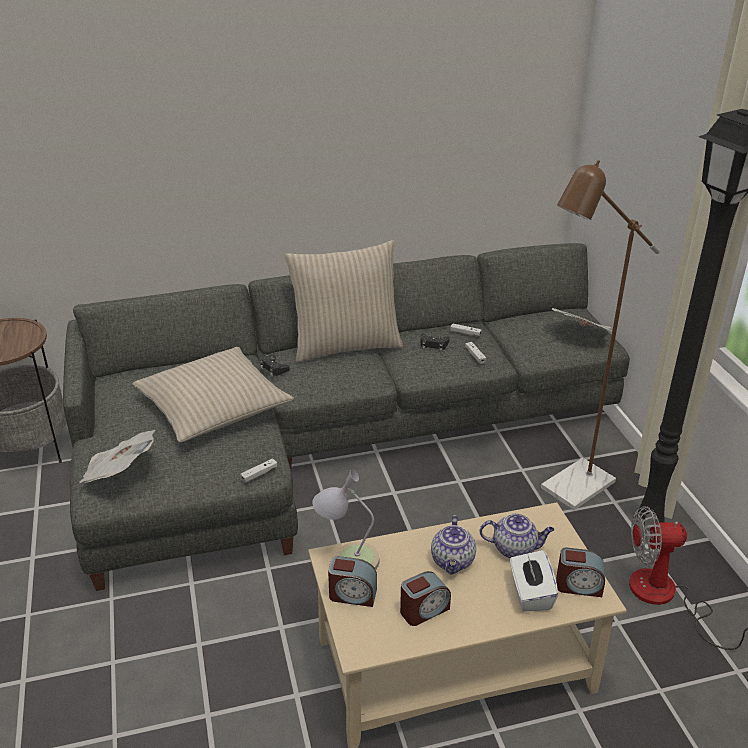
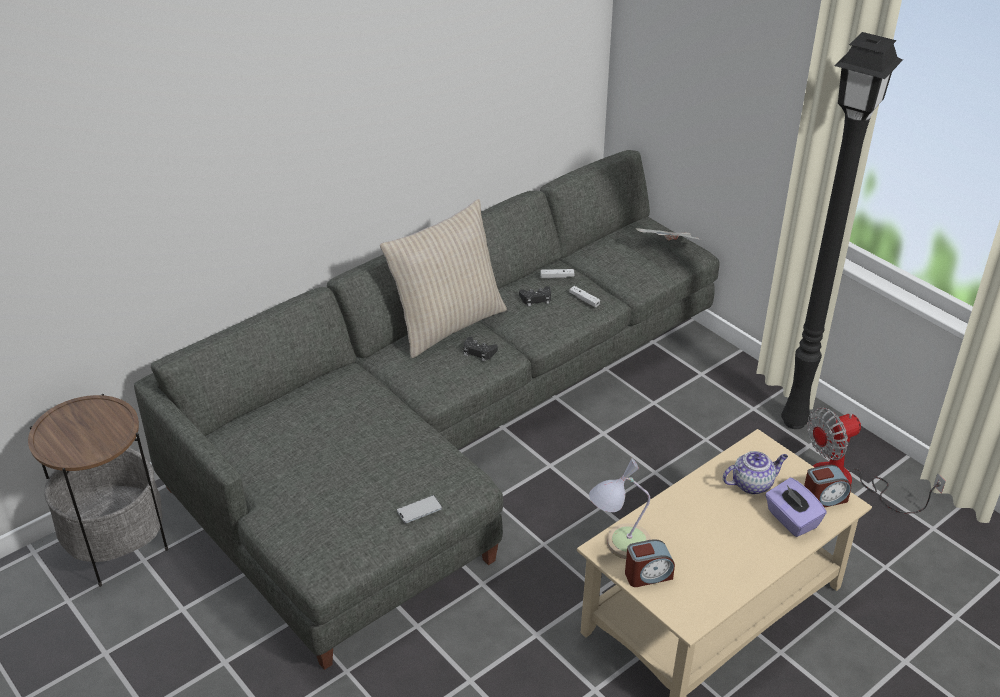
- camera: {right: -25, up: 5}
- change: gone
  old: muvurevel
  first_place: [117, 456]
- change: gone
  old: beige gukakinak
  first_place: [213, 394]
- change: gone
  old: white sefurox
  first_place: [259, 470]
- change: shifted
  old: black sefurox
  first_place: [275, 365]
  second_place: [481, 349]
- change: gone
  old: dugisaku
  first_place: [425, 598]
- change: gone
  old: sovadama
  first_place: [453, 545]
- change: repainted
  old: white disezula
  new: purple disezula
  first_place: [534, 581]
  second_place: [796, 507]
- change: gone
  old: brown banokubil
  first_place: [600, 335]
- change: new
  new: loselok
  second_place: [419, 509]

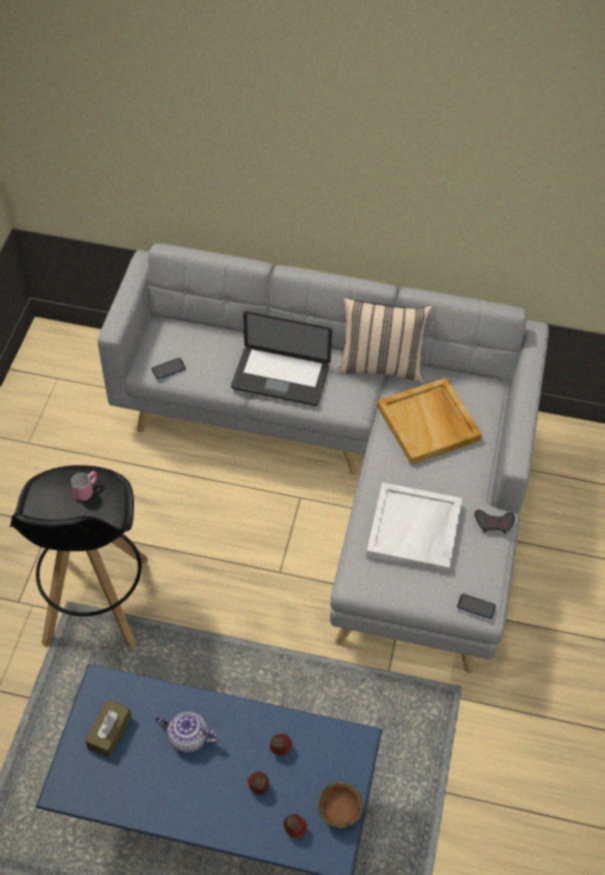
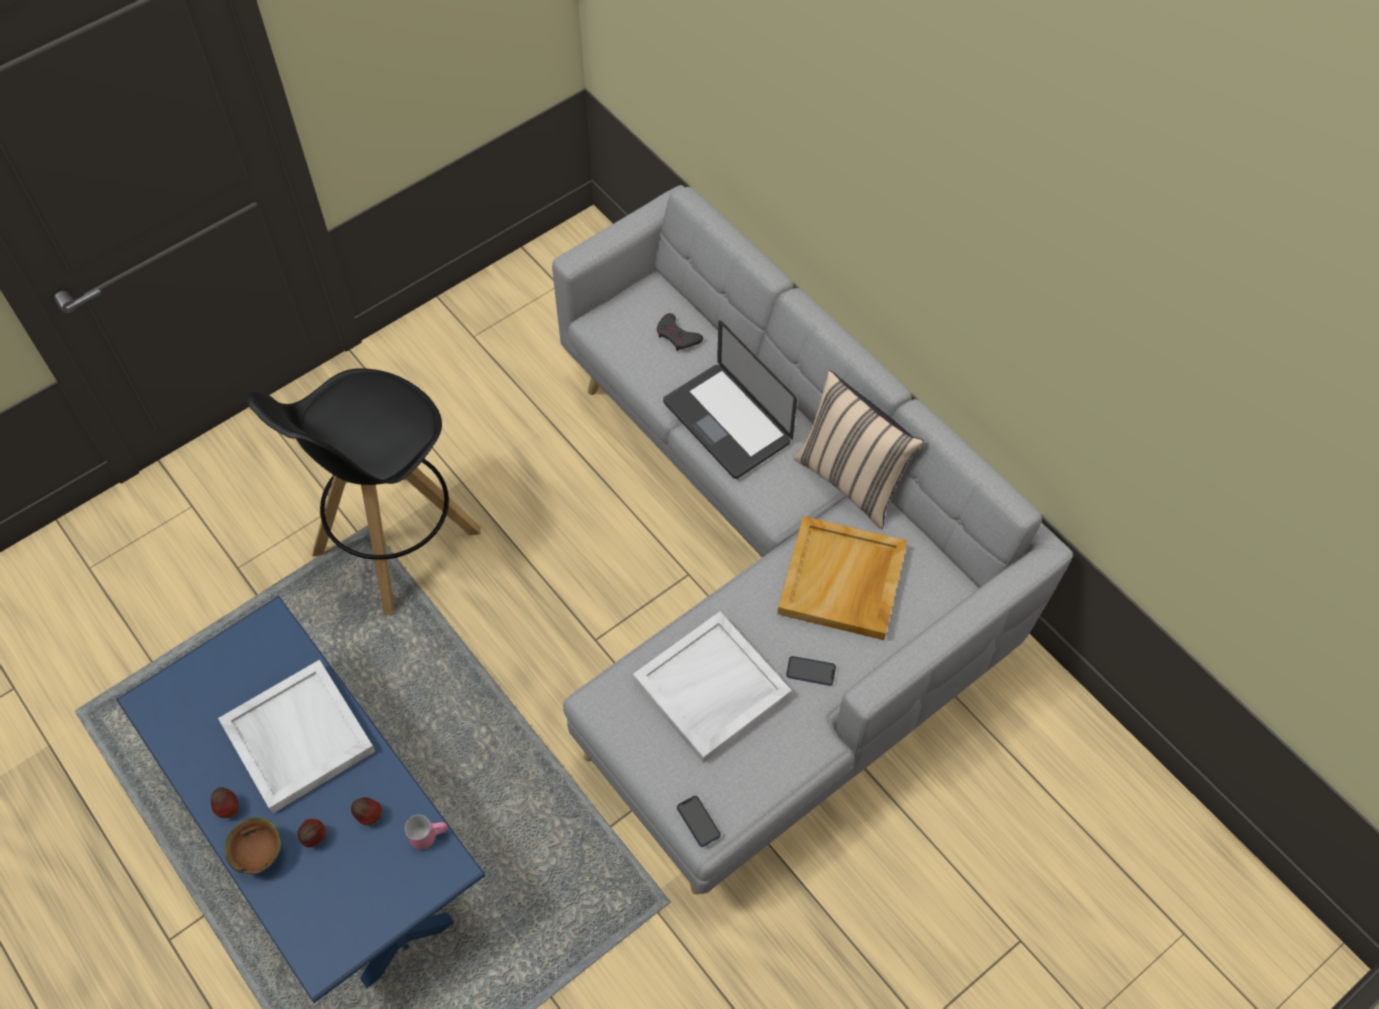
- camera: {right: 40, up: 5}
- change: shifted
  old: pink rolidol
  first_place: [84, 486]
  second_place: [426, 832]
- change: gone
  old: brown disezula
  first_place: [108, 728]
- change: shifted
  old: loselok
  first_place: [169, 369]
  second_place: [811, 671]
- change: swapped
  old: sovadama
  new: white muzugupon
  first_place: [187, 732]
  second_place: [297, 736]
- change: shifted
  old: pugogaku
  first_place: [295, 826]
  second_place: [225, 802]
- change: shifted
  old: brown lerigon
  first_place: [340, 805]
  second_place: [252, 846]
- change: shifted
  old: grey sefurox
  first_place: [495, 522]
  second_place: [680, 332]

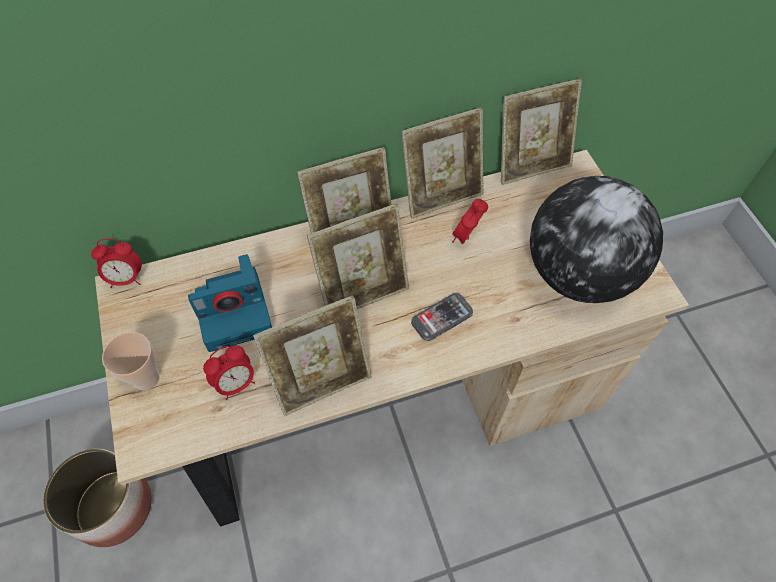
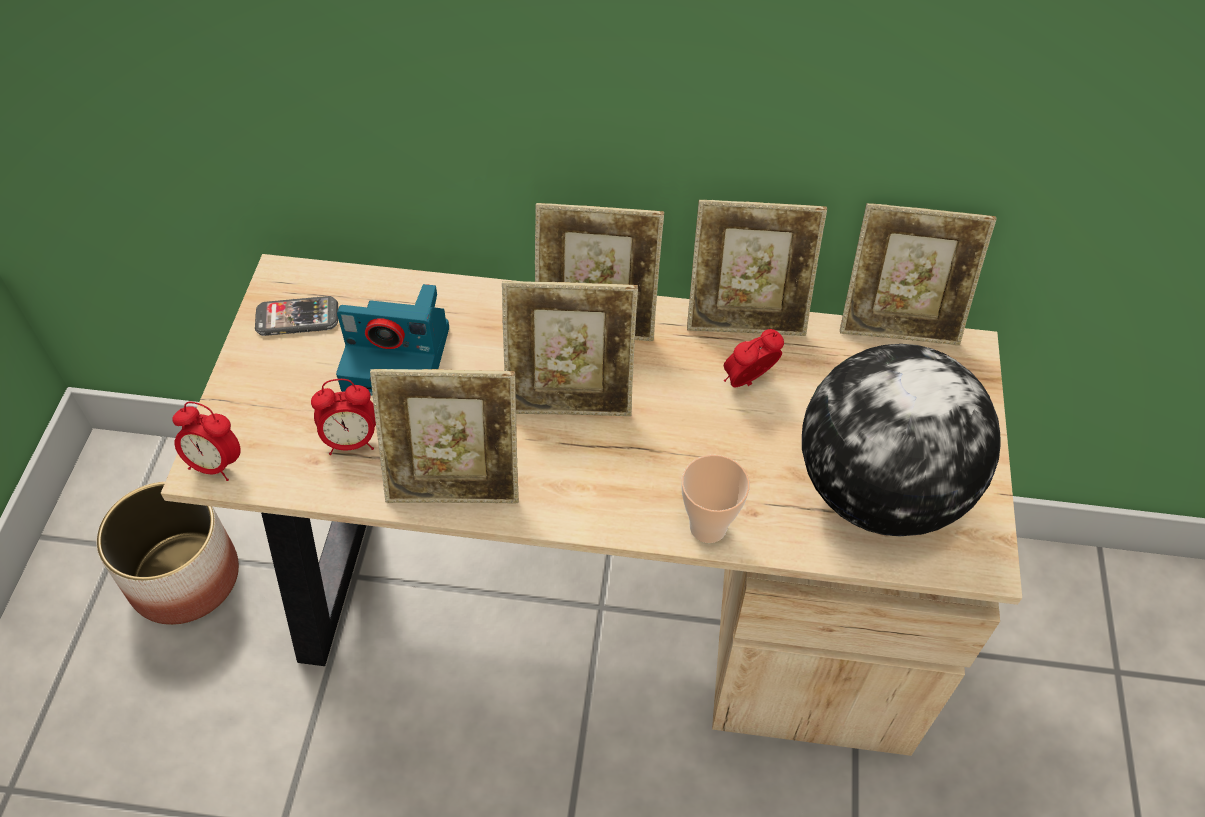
- camera: {right: 25, up: -5}
- change: shifted
  old: dugisaku
  first_place: [116, 263]
  second_place: [206, 441]
- change: shifted
  old: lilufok
  first_place: [131, 361]
  second_place: [716, 499]
- change: shifted
  old: loselok
  first_place: [442, 317]
  second_place: [296, 316]

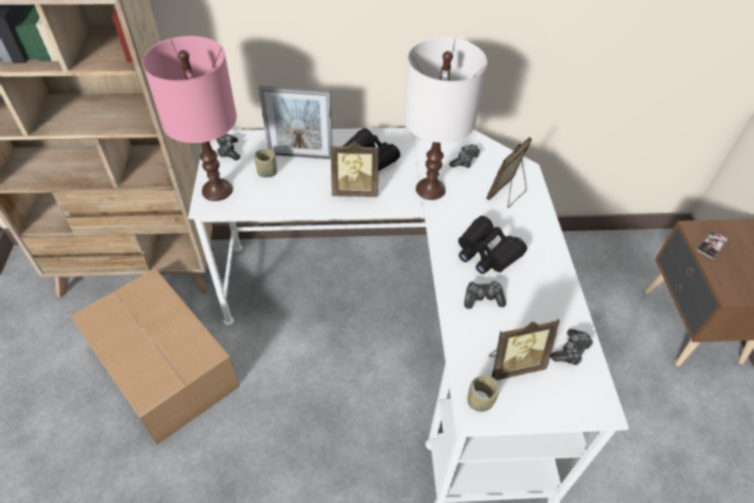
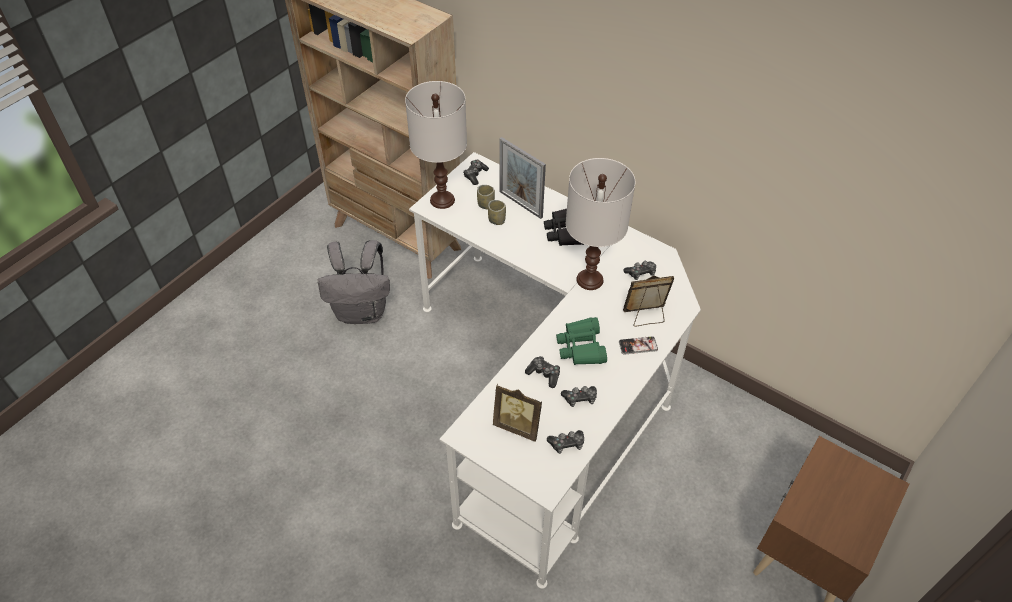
- camera: {right: 40, up: 0}
- change: swapped
  old: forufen
  new: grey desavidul
  first_place: [154, 356]
  second_place: [353, 282]
- change: repainted
  old: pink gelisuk
  new: white gelisuk
  first_place: [189, 118]
  second_place: [436, 145]
- change: gone
  old: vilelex
  first_place: [355, 169]
- change: repainted
  old: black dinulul
  new: green dinulul
  first_place: [492, 245]
  second_place: [581, 341]
- change: shifted
  old: lilufok
  first_place: [483, 393]
  second_place: [497, 212]
- change: shifted
  old: loselok
  first_place: [712, 245]
  second_place: [638, 345]
- change: new
  new: sefurox
  second_place: [579, 396]

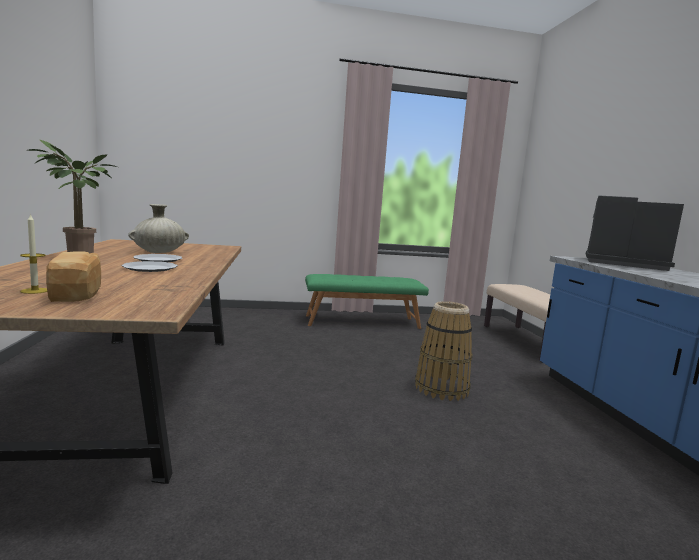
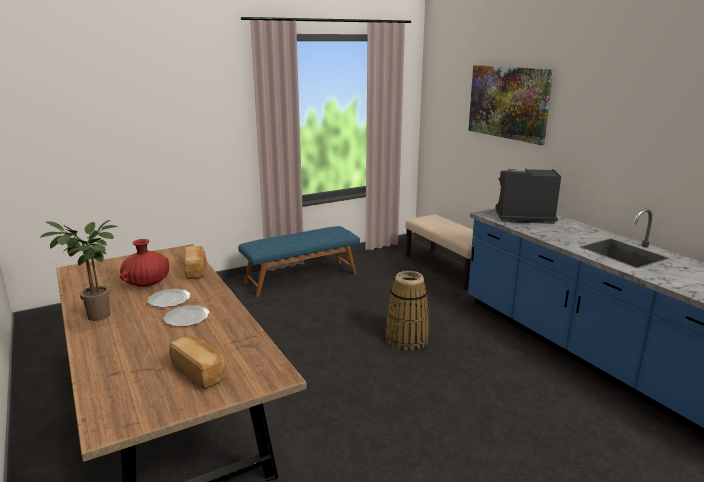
- camera: {right: -20, up: 10}
- change: gone
  old: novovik
  first_place: [33, 253]
- change: repainted
  old: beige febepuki
  new: red febepuki
  first_place: [158, 228]
  second_place: [144, 263]
- change: repainted
  old: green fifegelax
  new: blue fifegelax
  first_place: [367, 301]
  second_place: [299, 261]
- change: new
  new: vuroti
  second_place: [195, 263]
- change: new
  new: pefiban
  second_place: [510, 105]

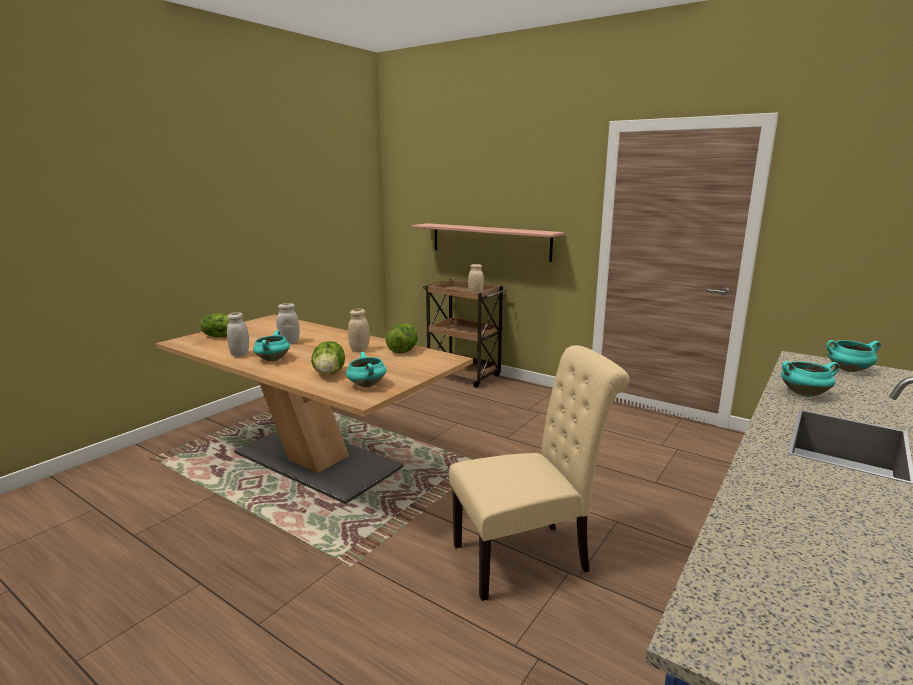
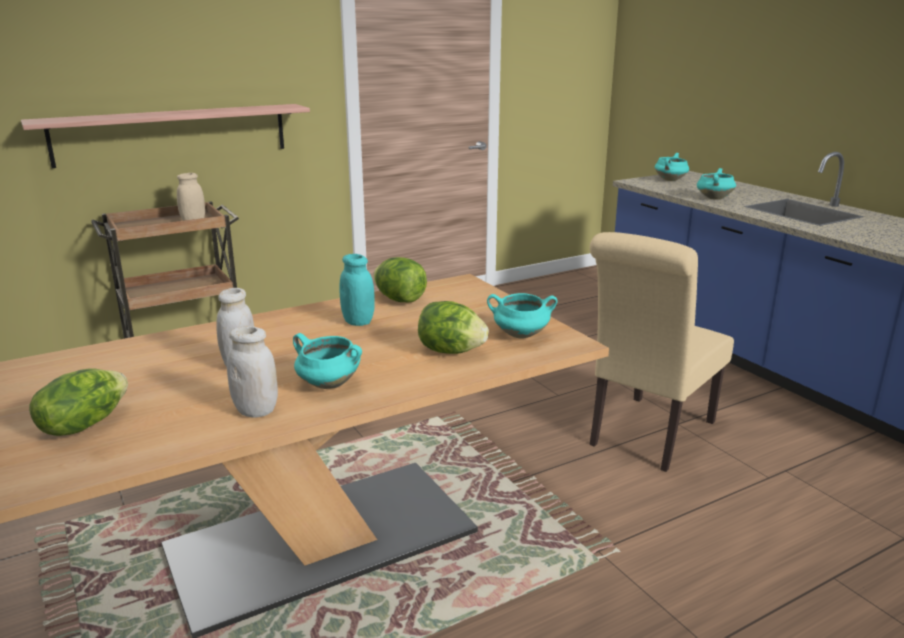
- camera: {right: -65, up: 5}
- change: repainted
  old: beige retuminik
  new: turquoise retuminik
  first_place: [358, 330]
  second_place: [357, 290]
- change: rotated
  old: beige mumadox
  first_place: [539, 473]
  second_place: [661, 352]
  degrees: -150

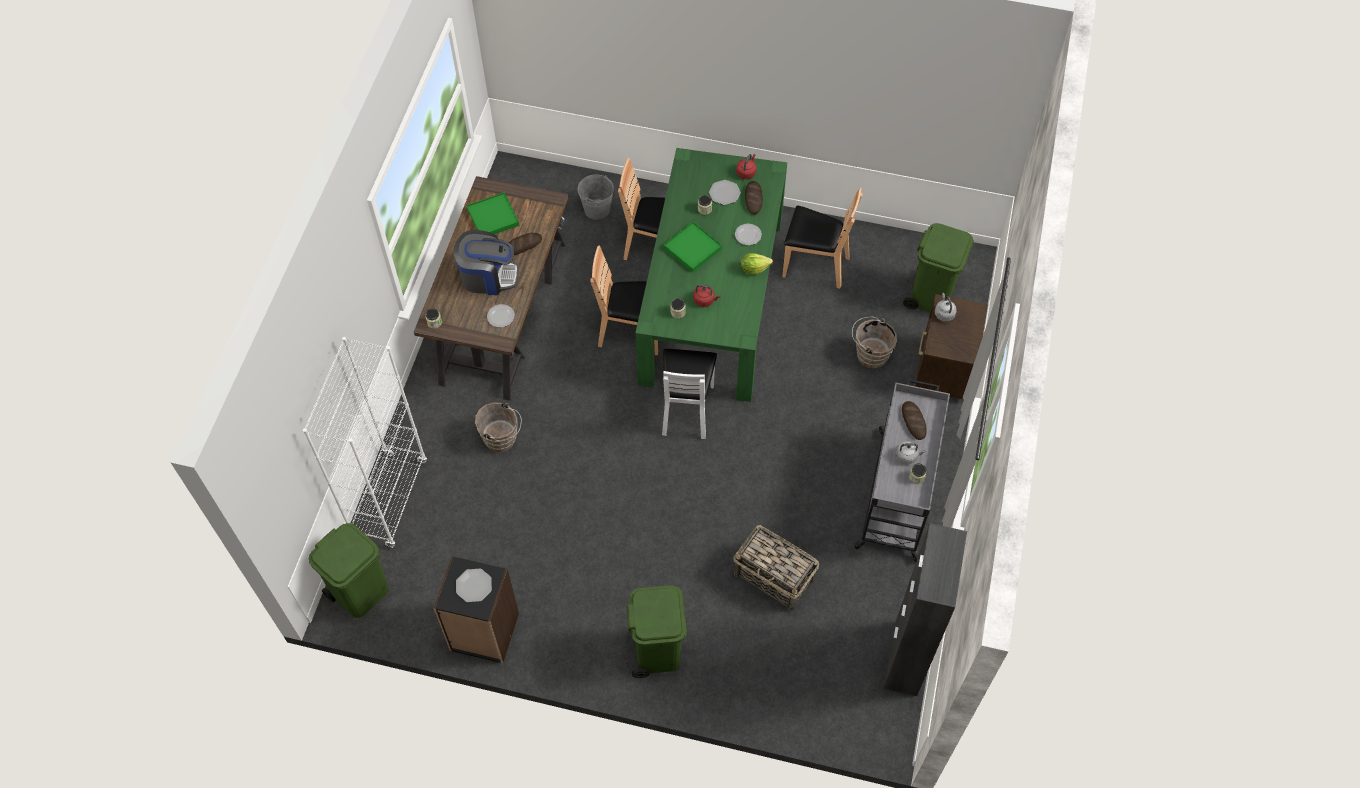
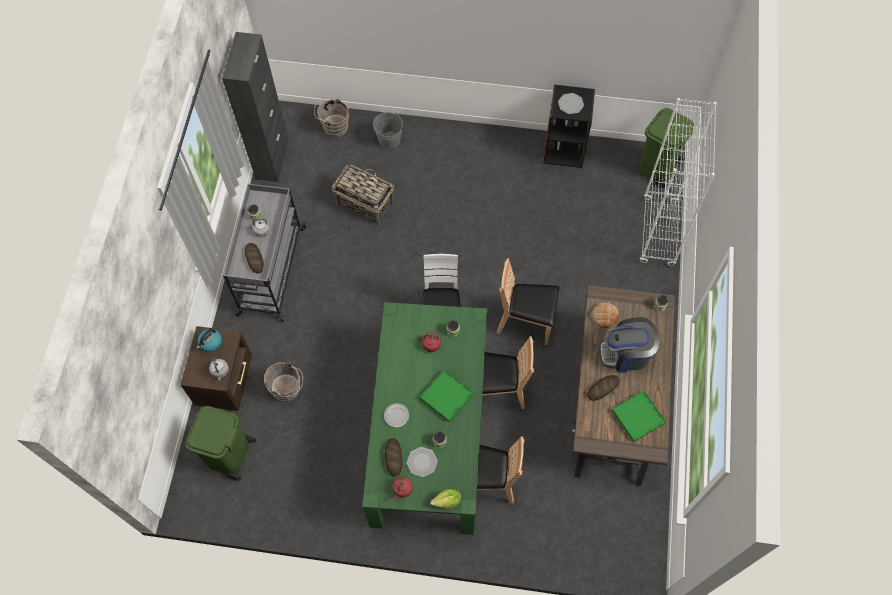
- camera: {right: 175, up: 5}
- change: shifted
  old: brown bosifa
  first_place: [498, 427]
  second_place: [331, 118]
- change: swapped
  old: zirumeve
  new: vuroti
  first_place: [501, 315]
  second_place: [605, 315]
- change: shifted
  old: grey bosifa
  first_place: [596, 197]
  second_place: [388, 130]
- change: gone
  old: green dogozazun
  first_place: [656, 631]
- change: shifted
  old: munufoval
  first_place: [756, 264]
  second_place: [445, 498]
- change: shifted
  old: brown mumadox
  first_place: [822, 238]
  second_place: [528, 301]
- change: new
  new: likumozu
  second_place: [209, 340]

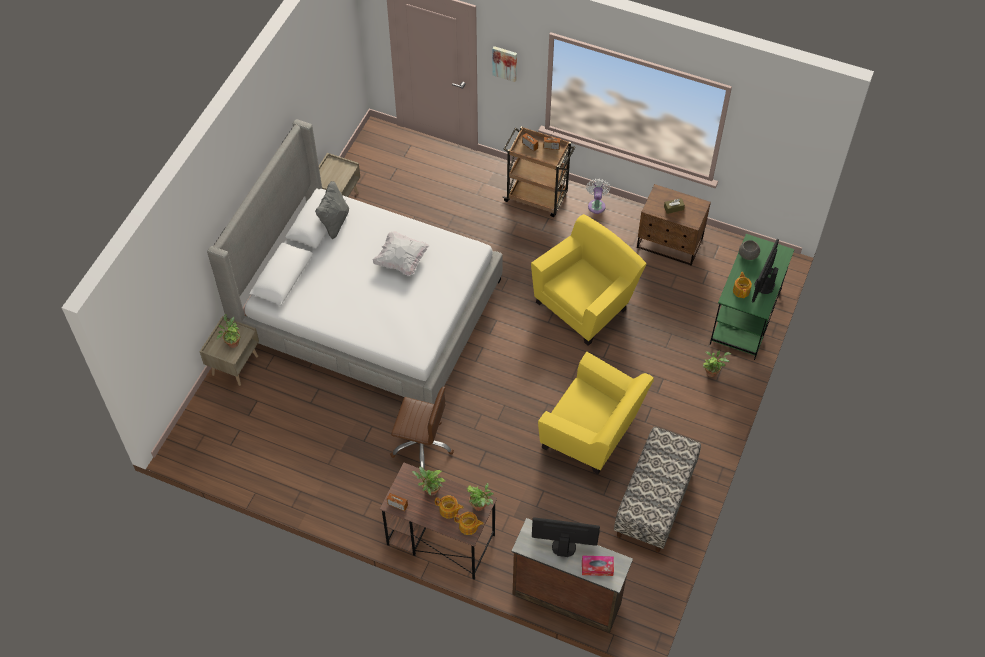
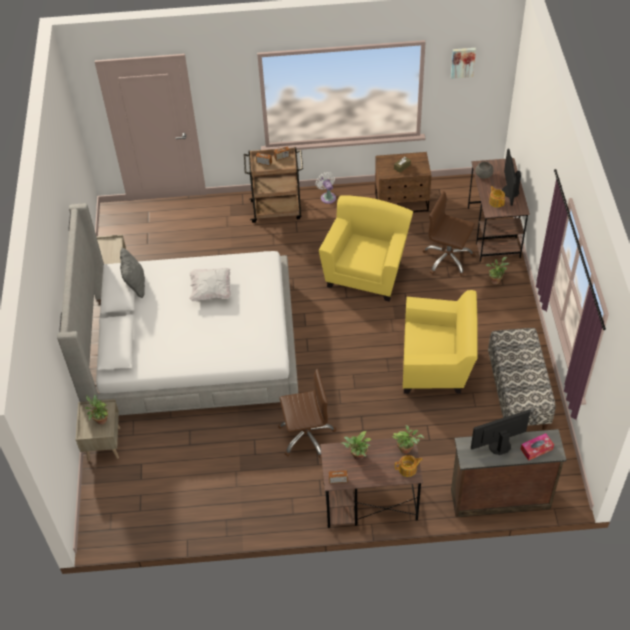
- camera: {right: -25, up: -5}
- change: gone
  old: sovadama
  first_place: [449, 507]
- change: shifted
  old: pefiban
  first_place: [505, 64]
  second_place: [463, 63]
- change: repainted
  old: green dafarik
  new: brown dafarik
  first_place: [752, 297]
  second_place: [499, 209]
- change: new
  new: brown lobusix
  second_place: [449, 234]

